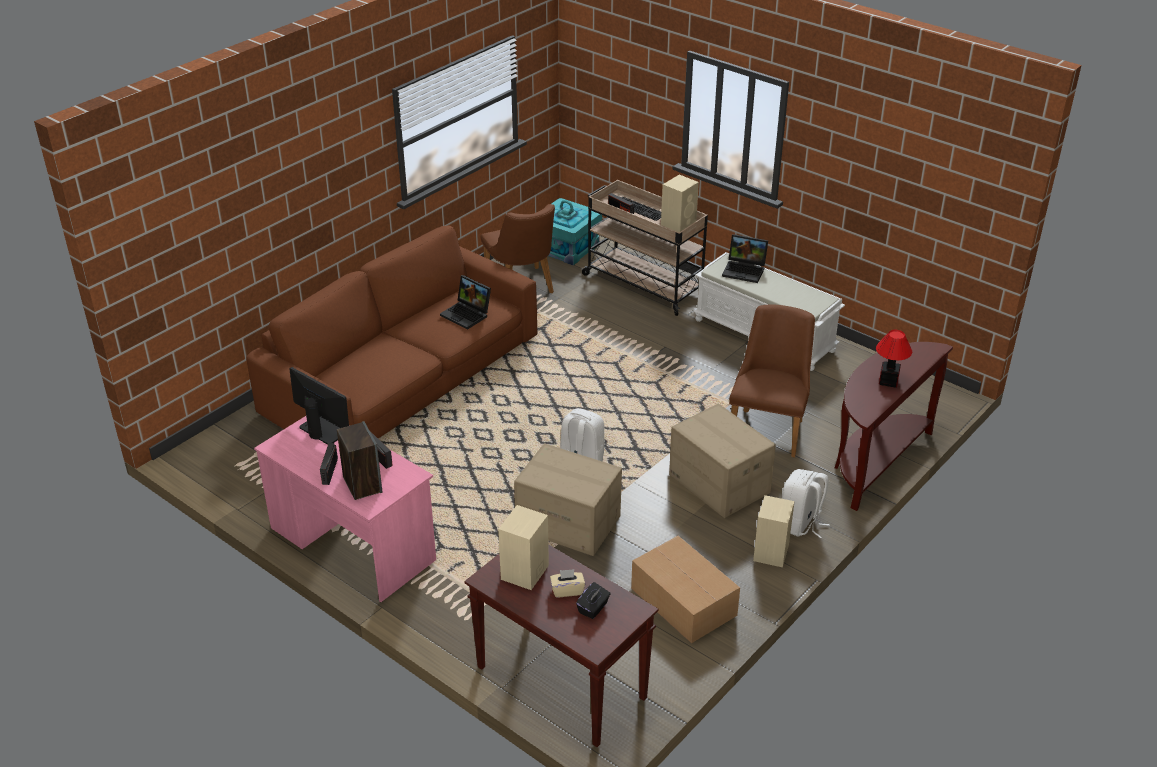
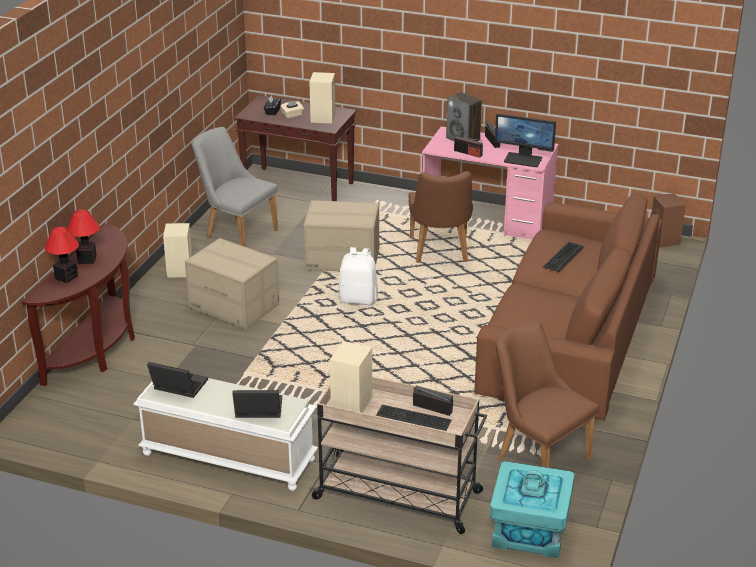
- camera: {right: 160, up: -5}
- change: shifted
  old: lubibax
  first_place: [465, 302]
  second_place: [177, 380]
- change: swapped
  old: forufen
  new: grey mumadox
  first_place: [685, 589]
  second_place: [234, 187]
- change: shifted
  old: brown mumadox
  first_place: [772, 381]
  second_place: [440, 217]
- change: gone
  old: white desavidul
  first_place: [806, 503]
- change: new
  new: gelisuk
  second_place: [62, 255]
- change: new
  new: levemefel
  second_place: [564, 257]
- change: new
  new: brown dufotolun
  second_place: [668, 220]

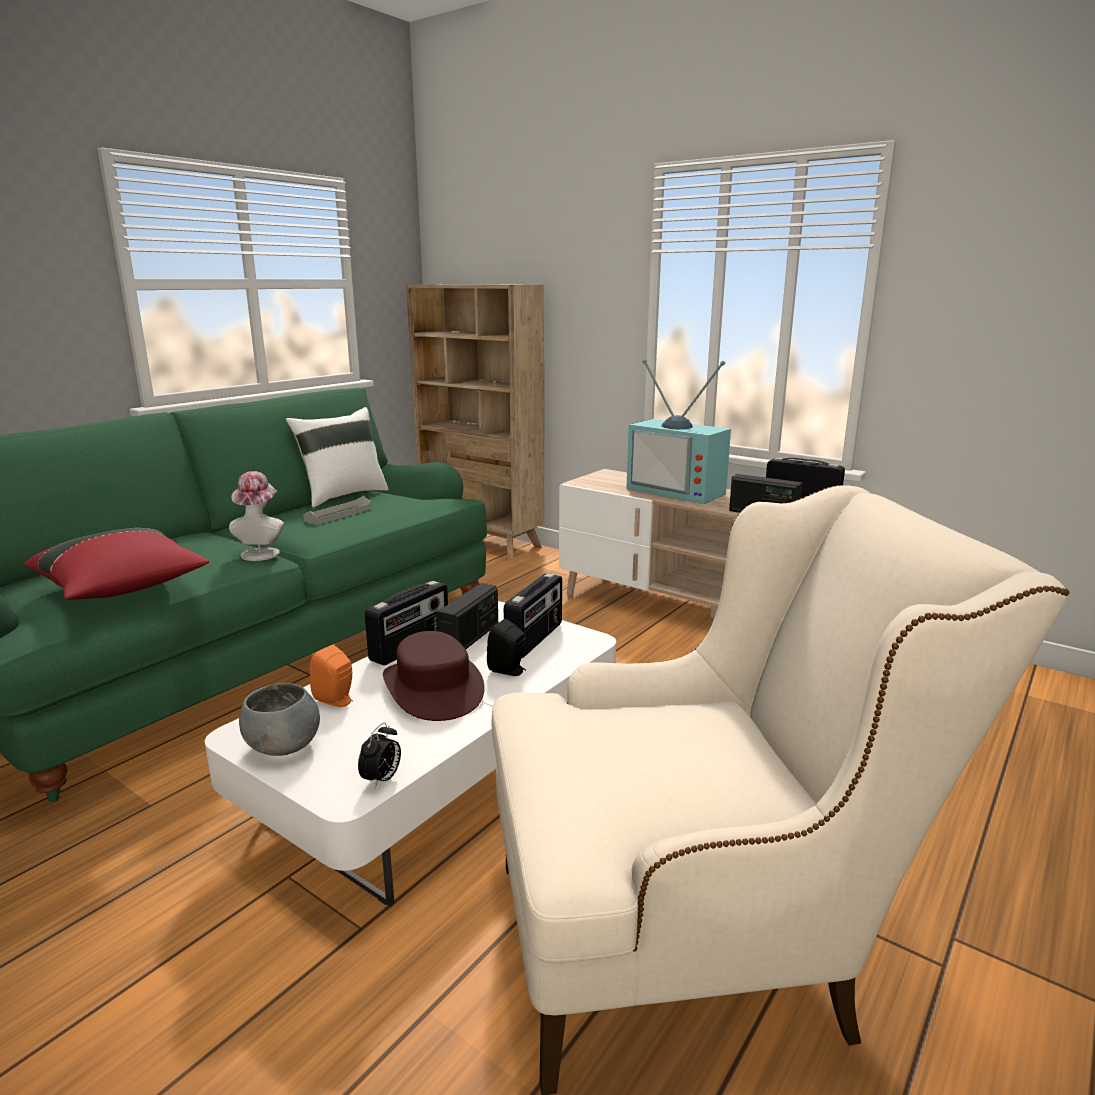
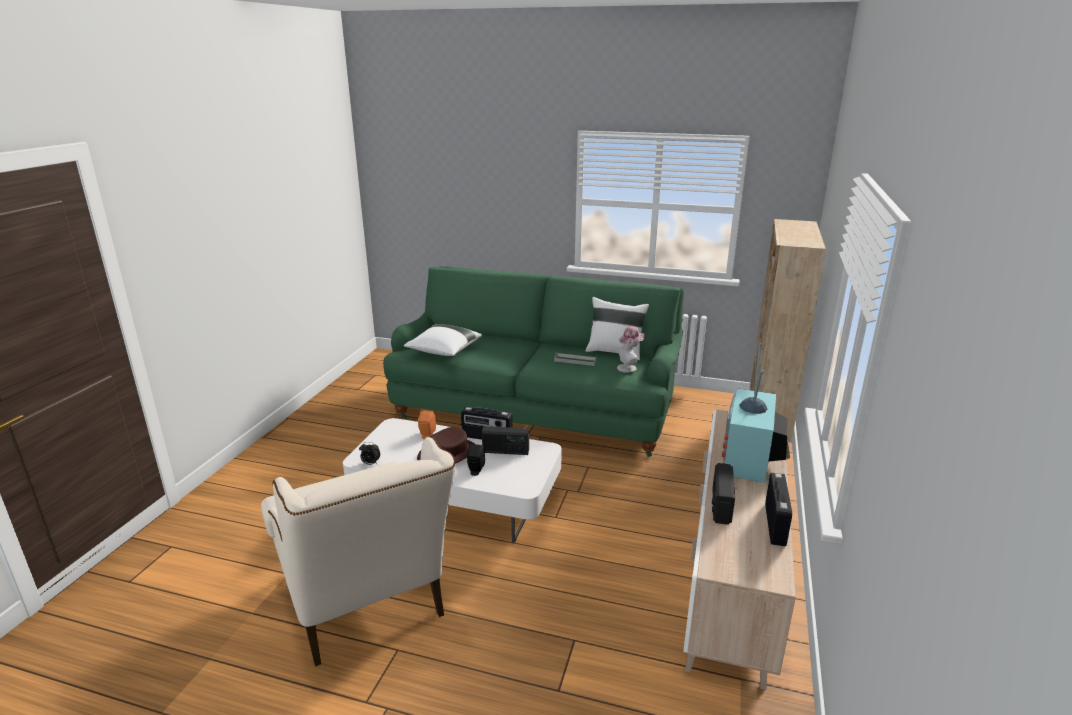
- camera: {right: 70, up: 5}
- change: repainted
  old: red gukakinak
  new: white gukakinak
  first_place: [116, 564]
  second_place: [443, 340]
- change: shifted
  old: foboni
  first_place: [256, 516]
  second_place: [631, 349]
- change: gone
  old: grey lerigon
  first_place: [279, 719]
- change: gone
  old: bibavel
  first_place: [533, 615]

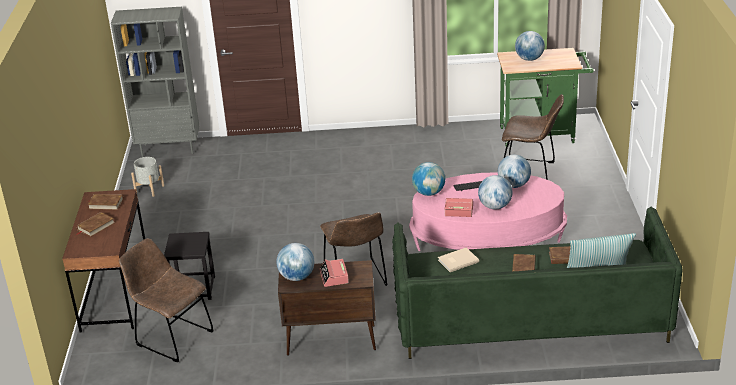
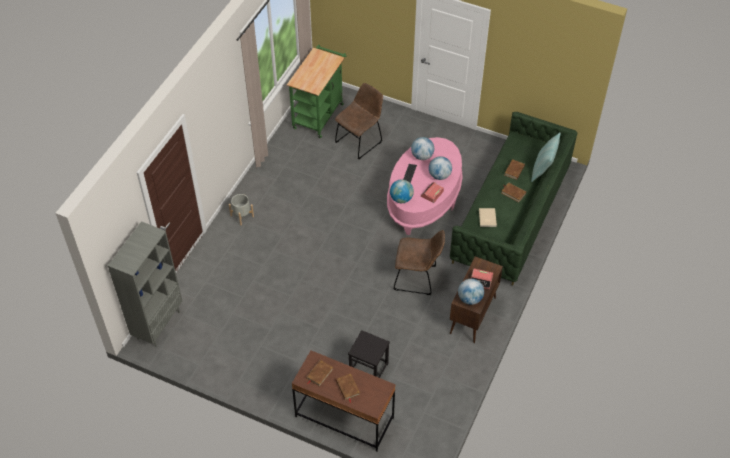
- camera: {right: -65, up: 20}
- change: gone
  old: brown mumadox
  first_place: [166, 300]
- change: shifted
  old: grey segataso
  first_place: [147, 177]
  second_place: [241, 209]
- change: gone
  old: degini
  first_place: [530, 46]

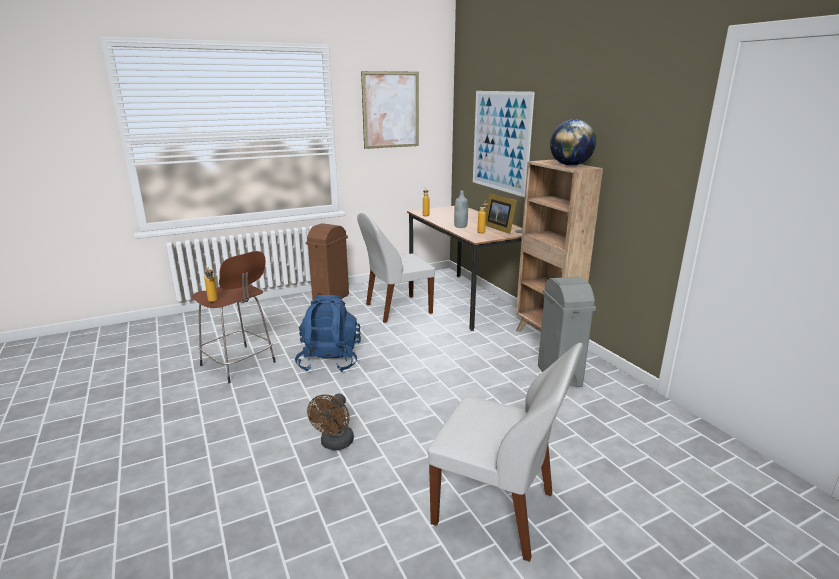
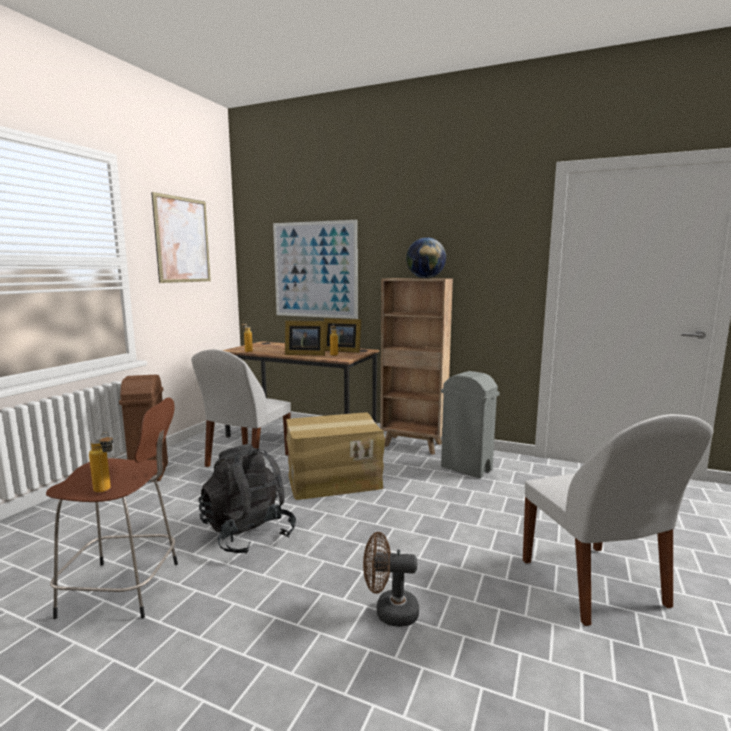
- camera: {right: -40, up: -10}
- change: repainted
  old: blue desavidul
  new: black desavidul
  first_place: [328, 333]
  second_place: [247, 499]
- change: rotated
  old: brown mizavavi
  first_place: [330, 422]
  second_place: [391, 579]
  degrees: 120
- change: rotated
  old: white mumadox
  first_place: [505, 452]
  second_place: [618, 520]
  degrees: 90
- change: swapped
  old: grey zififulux
  new: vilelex
  first_place: [461, 209]
  second_place: [305, 338]
- change: new
  new: forufen
  second_place: [335, 456]

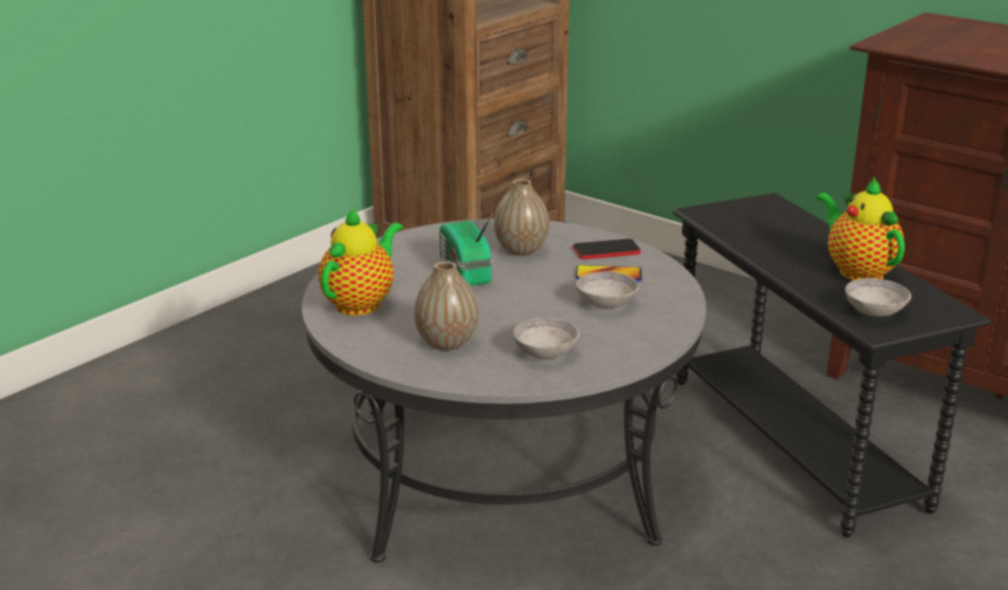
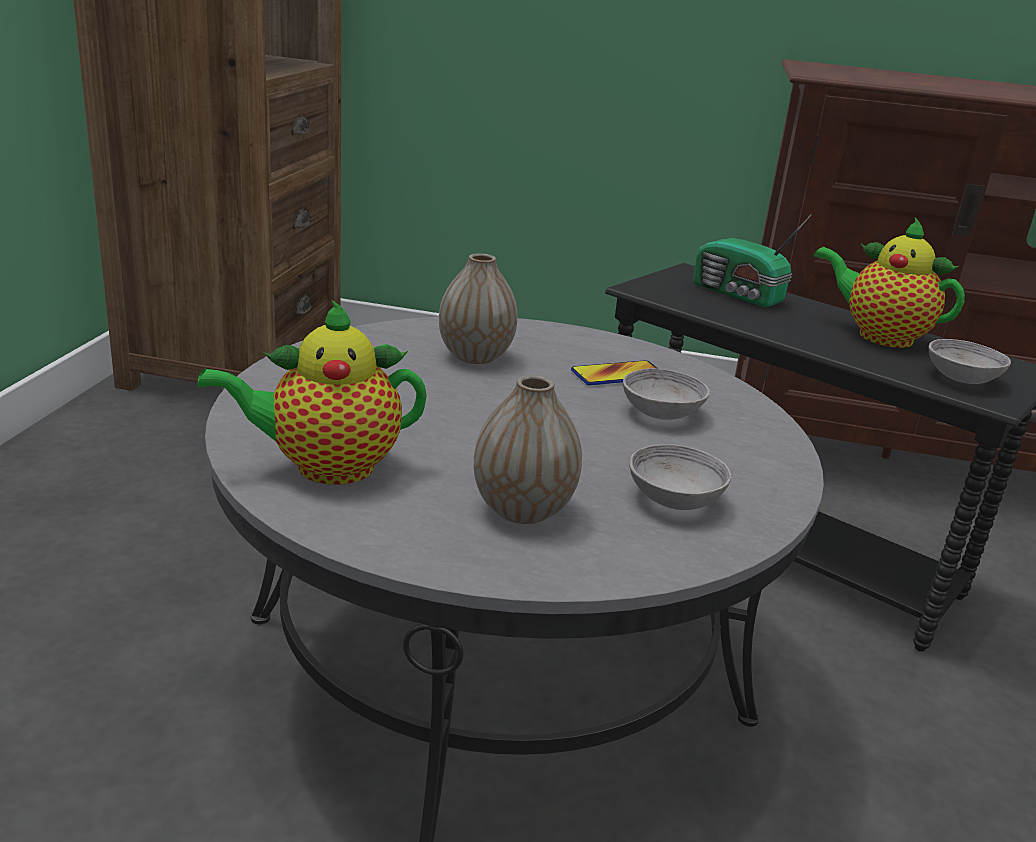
- camera: {right: -30, up: 0}
- change: rotated
  old: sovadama
  first_place: [360, 261]
  second_place: [312, 392]
  degrees: -105
- change: shifted
  old: bibavel
  first_place: [466, 248]
  second_place: [752, 260]
- change: gone
  old: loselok
  first_place: [607, 249]

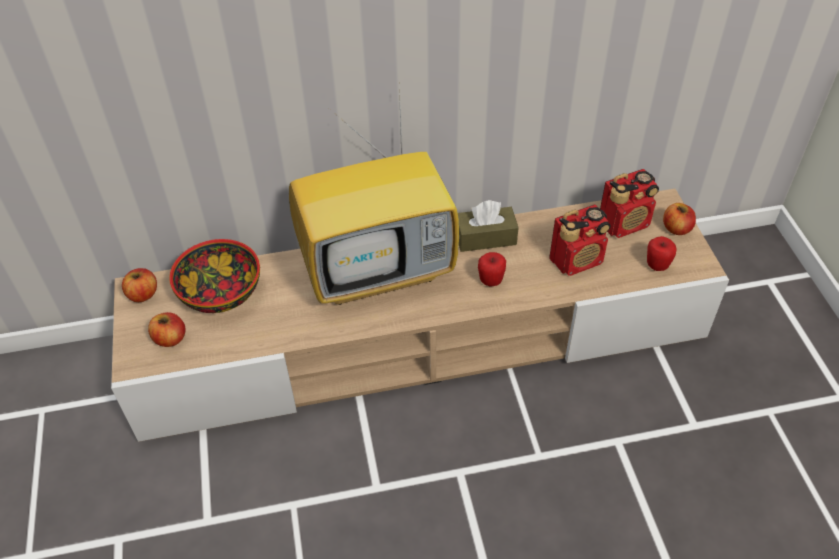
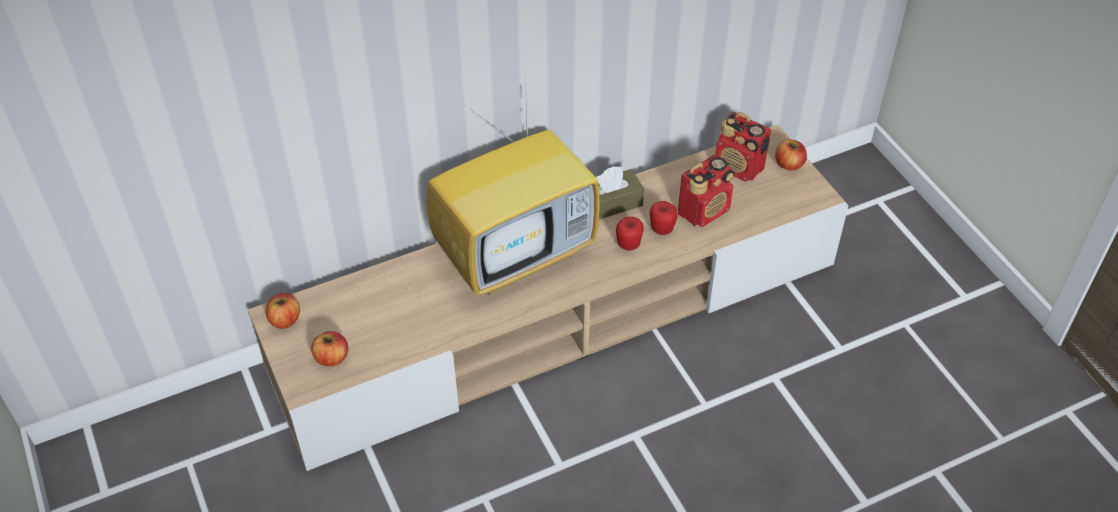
- camera: {right: -15, up: 0}
- change: gone
  old: lerigon
  first_place: [214, 276]
- change: rotated
  old: bibavel
  first_place: [629, 203]
  second_place: [743, 147]
  degrees: 75
- change: shifted
  old: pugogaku
  first_place: [661, 253]
  second_place: [663, 218]

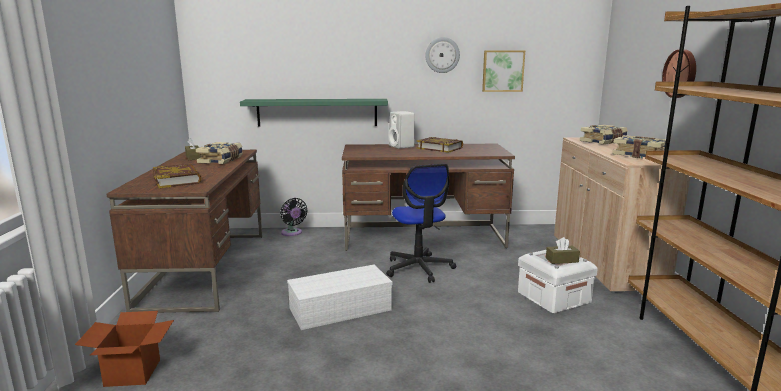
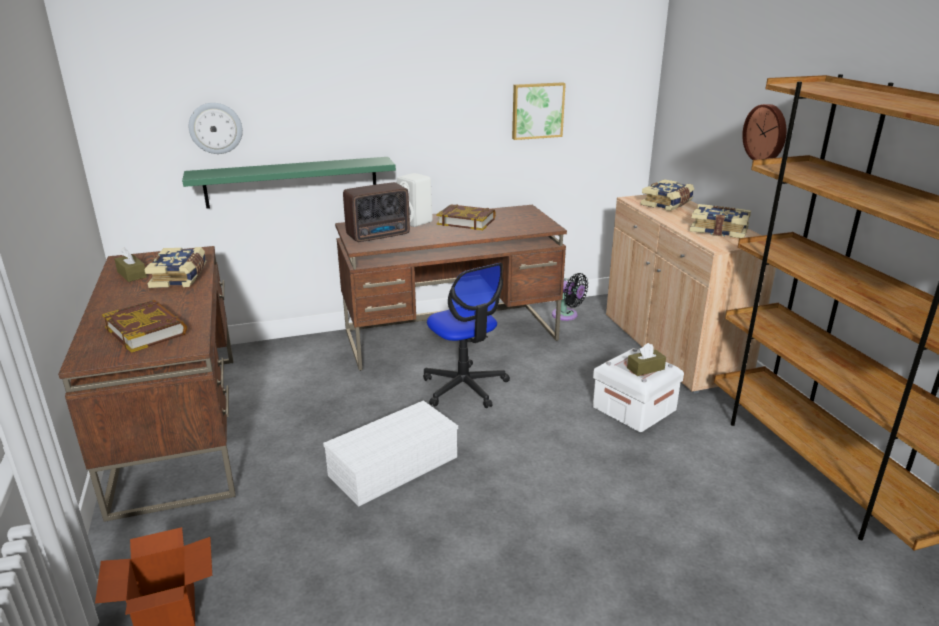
- camera: {right: -15, up: 10}
- change: shifted
  old: black mizavavi
  first_place: [293, 217]
  second_place: [570, 297]
- change: shifted
  old: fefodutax
  first_place: [442, 55]
  second_place: [216, 128]
- change: new
  new: bibavel
  second_place: [376, 212]

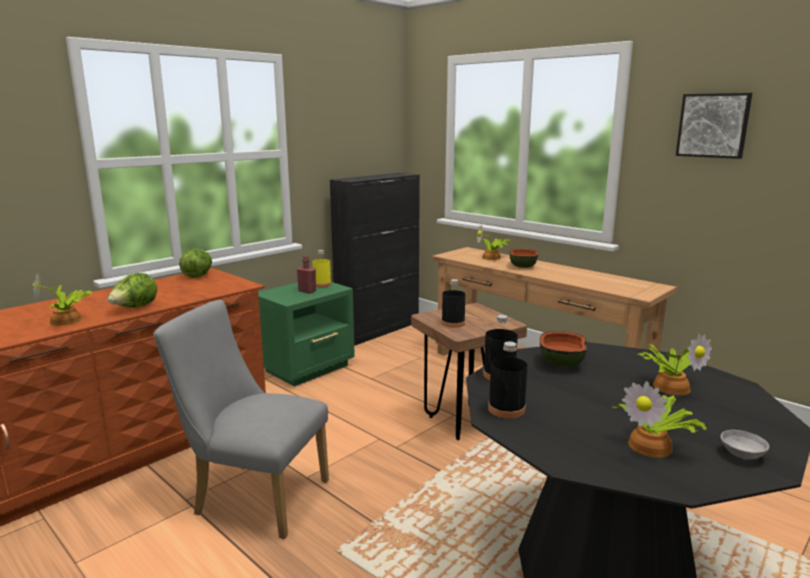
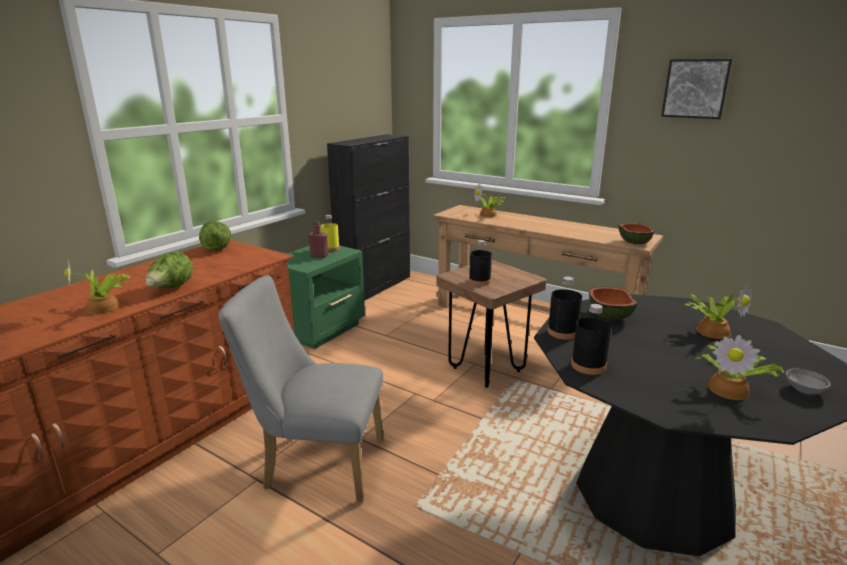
- camera: {right: -10, up: 5}
- change: shifted
  old: lerigon
  first_place: [524, 258]
  second_place: [636, 233]

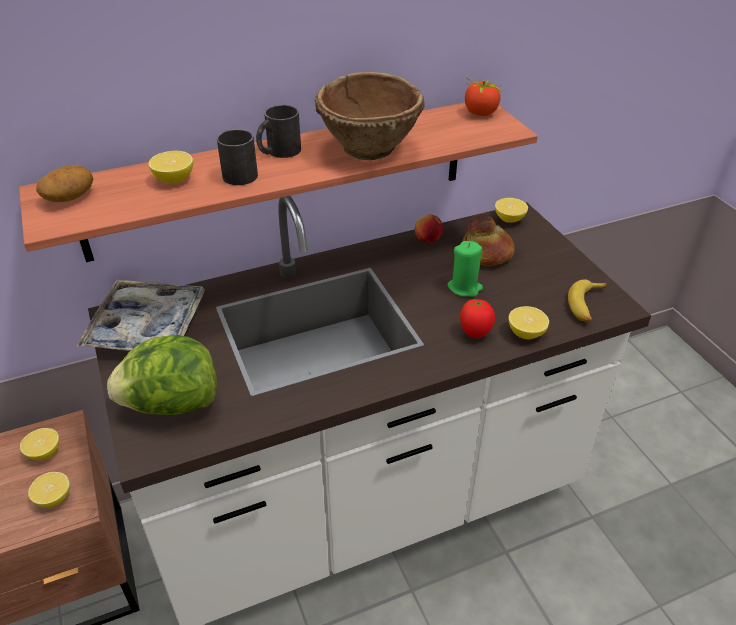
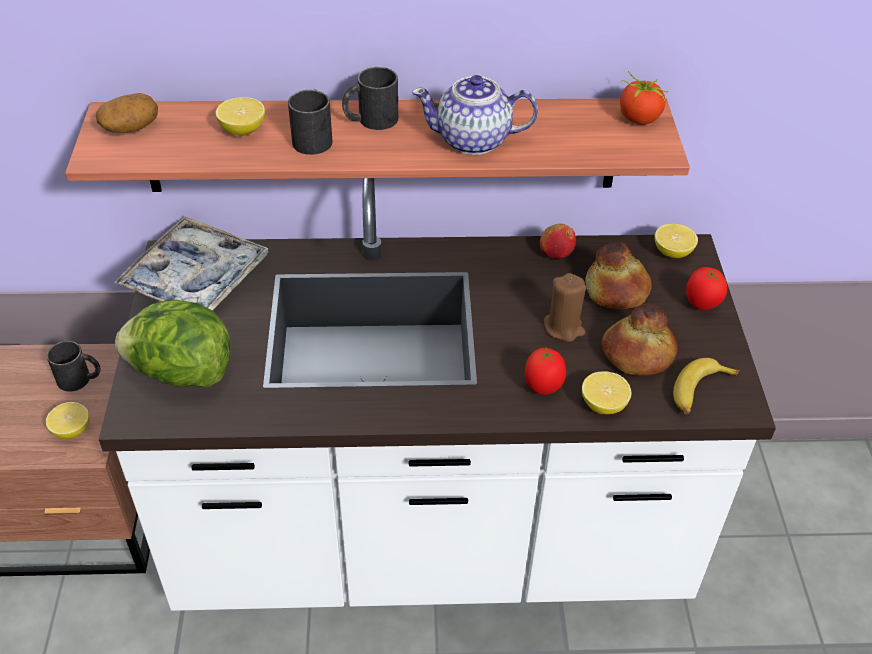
- camera: {right: 20, up: 5}
- change: swapped
  old: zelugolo
  new: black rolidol
  first_place: [39, 444]
  second_place: [74, 366]
- change: swapped
  old: brown lerigon
  new: sovadama
  first_place: [370, 116]
  second_place: [475, 115]
- change: repainted
  old: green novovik
  new: brown novovik
  first_place: [465, 269]
  second_place: [565, 307]
- change: new
  new: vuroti
  second_place: [639, 339]
- change: new
  new: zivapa
  second_place: [706, 288]

